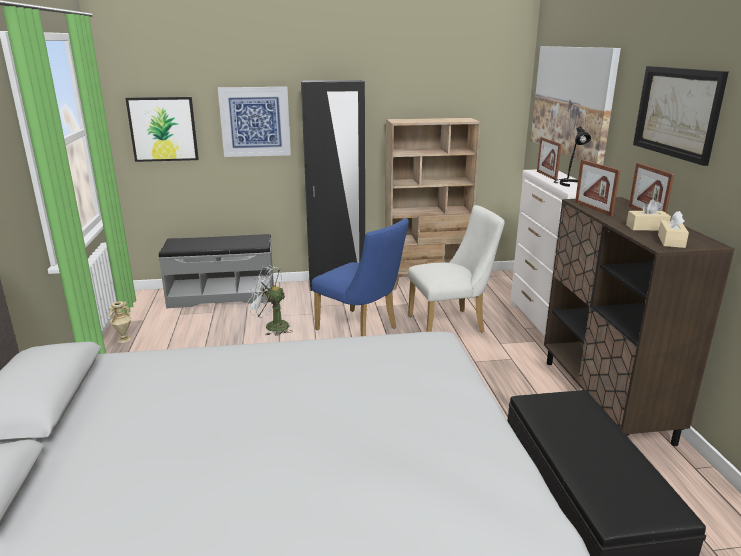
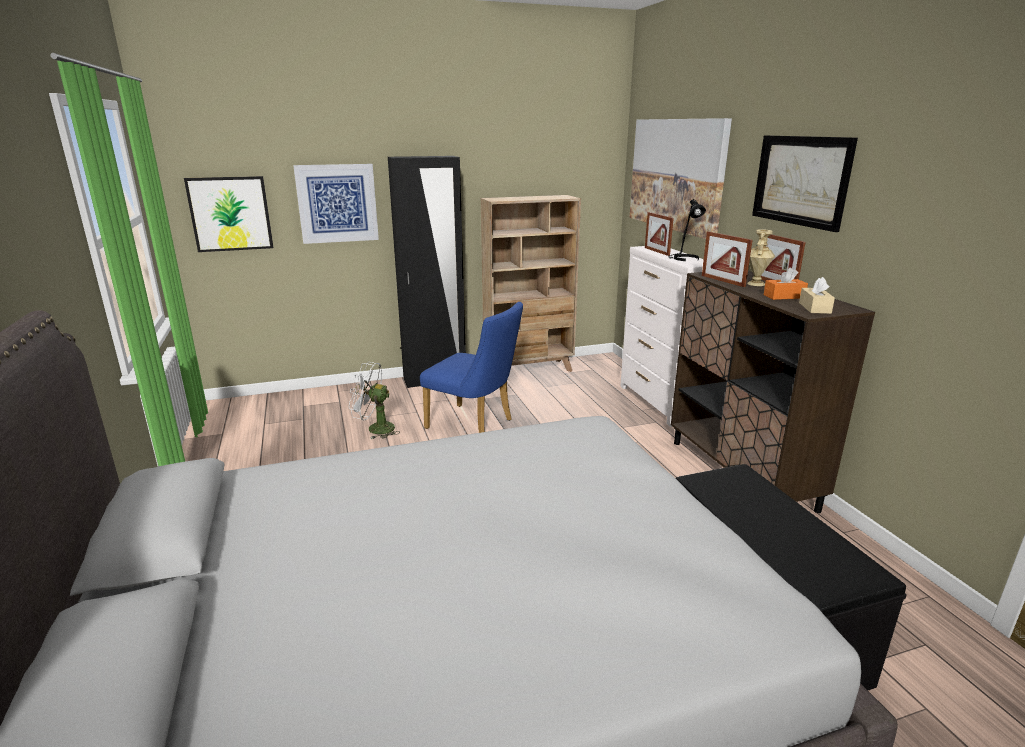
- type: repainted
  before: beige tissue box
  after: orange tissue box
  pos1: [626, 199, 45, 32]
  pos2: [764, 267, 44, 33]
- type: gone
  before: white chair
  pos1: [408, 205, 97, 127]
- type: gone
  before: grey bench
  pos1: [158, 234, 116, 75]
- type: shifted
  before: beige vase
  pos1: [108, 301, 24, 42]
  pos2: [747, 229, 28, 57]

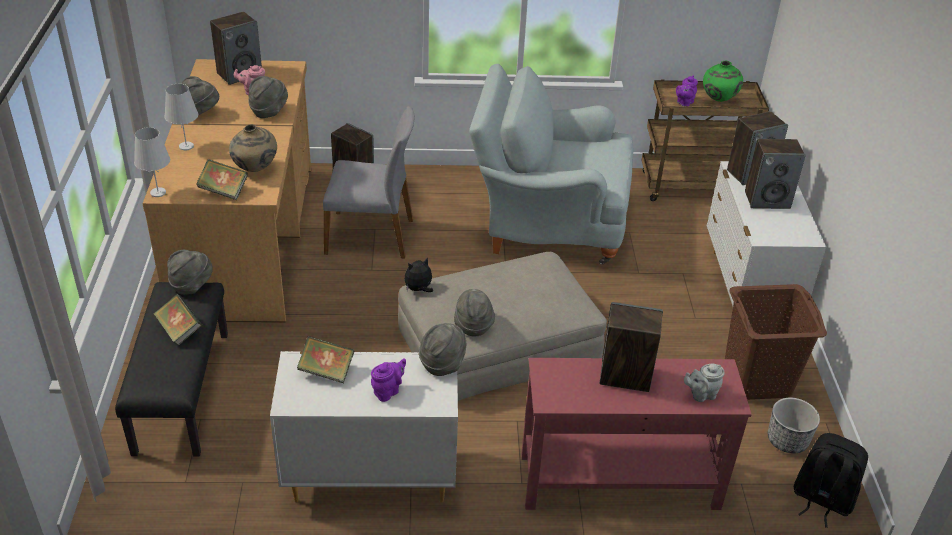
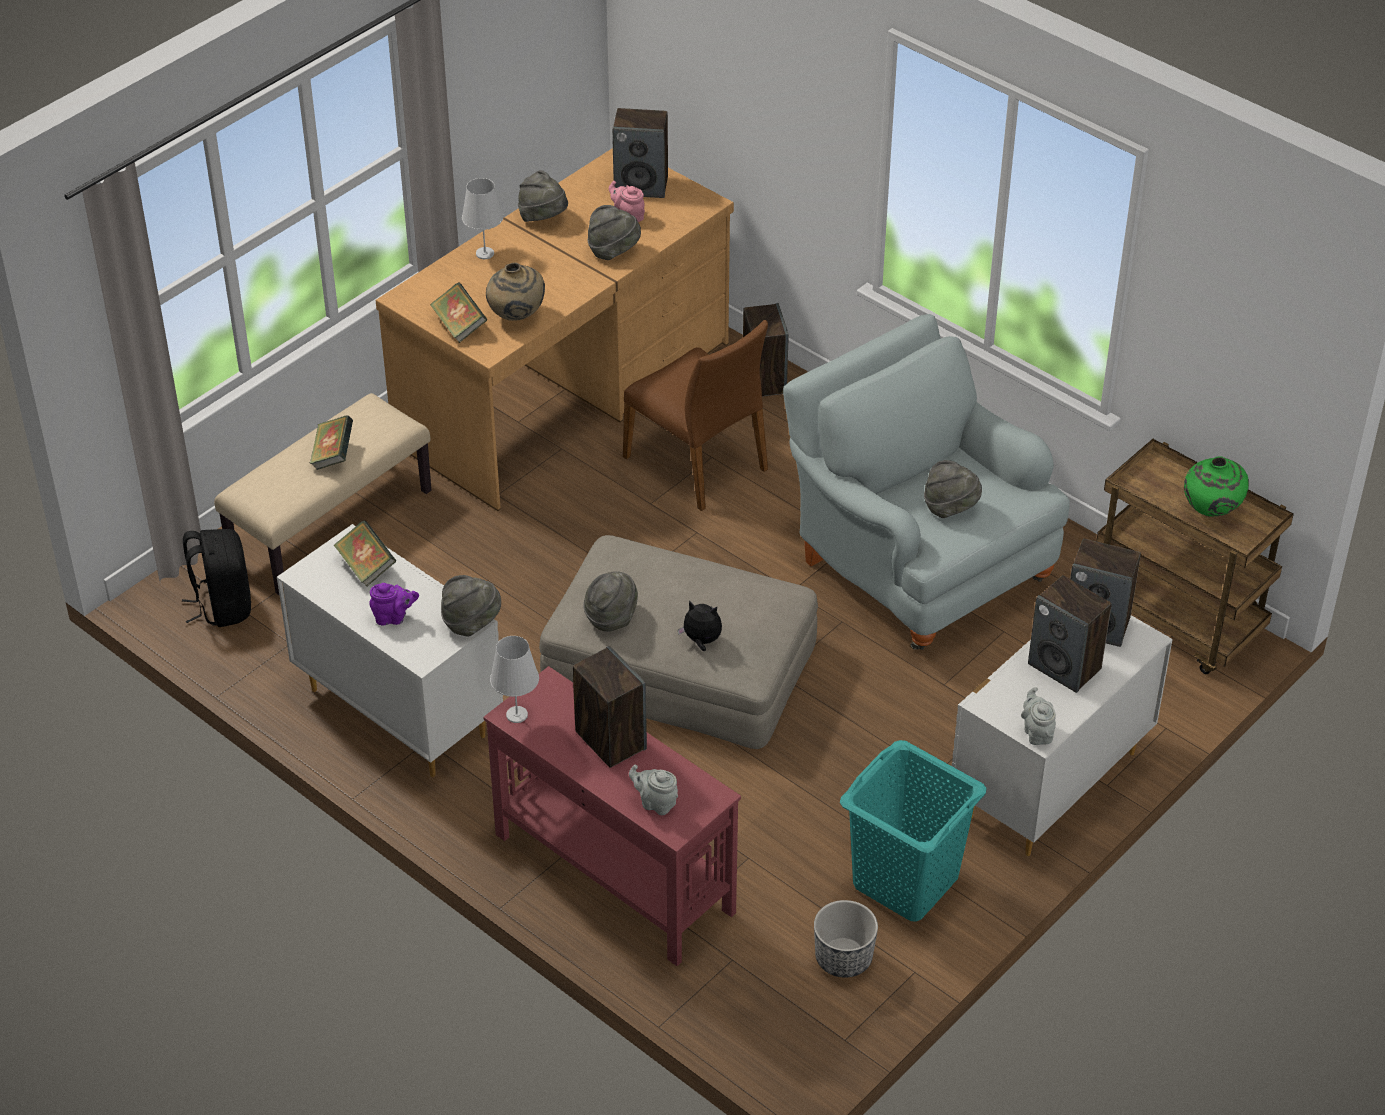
- type: gone
  before: purple teapot
  pos1: [676, 75, 22, 31]
- type: repainted
  before: grey chair
  after: brown chair
  pos1: [323, 106, 92, 153]
  pos2: [623, 320, 145, 191]
- type: shifted
  before: white table lamp
  pos1: [134, 127, 36, 70]
  pos2: [490, 636, 49, 87]
- type: shifted
  before: grey hat
  pos1: [167, 250, 46, 45]
  pos2: [924, 460, 58, 58]
- type: shifted
  before: plush toy
  pos1: [404, 257, 29, 35]
  pos2: [678, 601, 44, 50]
- type: repainted
  before: black bench
  after: beige bench
  pos1: [115, 282, 113, 174]
  pos2: [214, 393, 217, 203]
- type: repainted
  before: brown laundry basket
  after: turquoise laundry basket
  pos1: [725, 284, 102, 116]
  pos2: [840, 740, 147, 182]
- type: shifted
  before: black backpack
  pos1: [794, 433, 74, 95]
  pos2: [182, 529, 69, 98]
- type: new
  after: grey teapot
  pos2: [1021, 687, 35, 58]

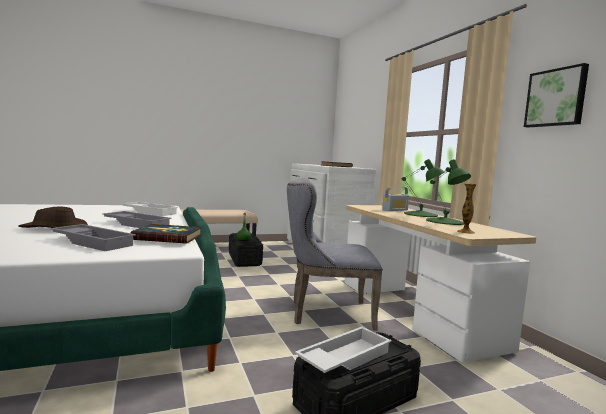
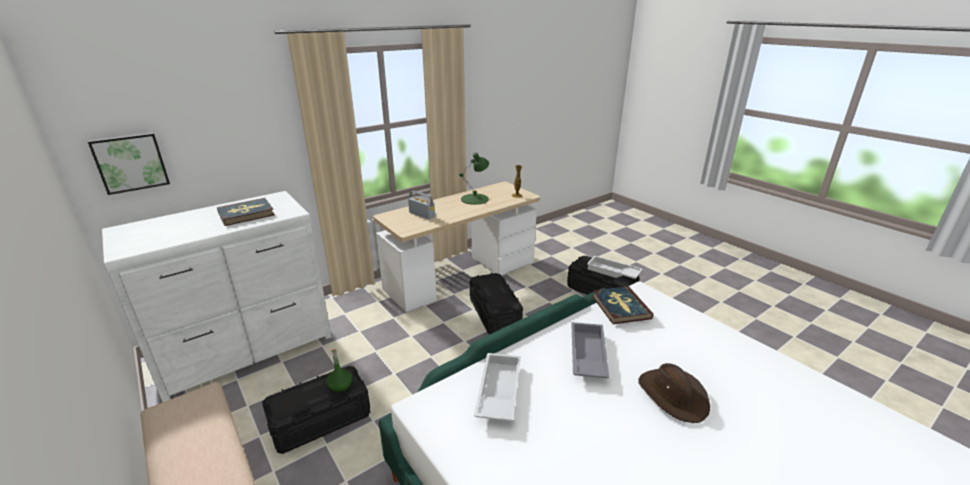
- type: shifted
  before: picture
  pos1: [524, 63, 65, 65]
  pos2: [88, 133, 82, 62]
- type: gone
  before: green table lamp
  pos1: [402, 159, 43, 58]
- type: swapped
  before: grey chair
  after: black storage box
  pos1: [287, 178, 96, 153]
  pos2: [470, 273, 53, 61]
- type: gone
  before: grey tray
  pos1: [50, 224, 86, 27]

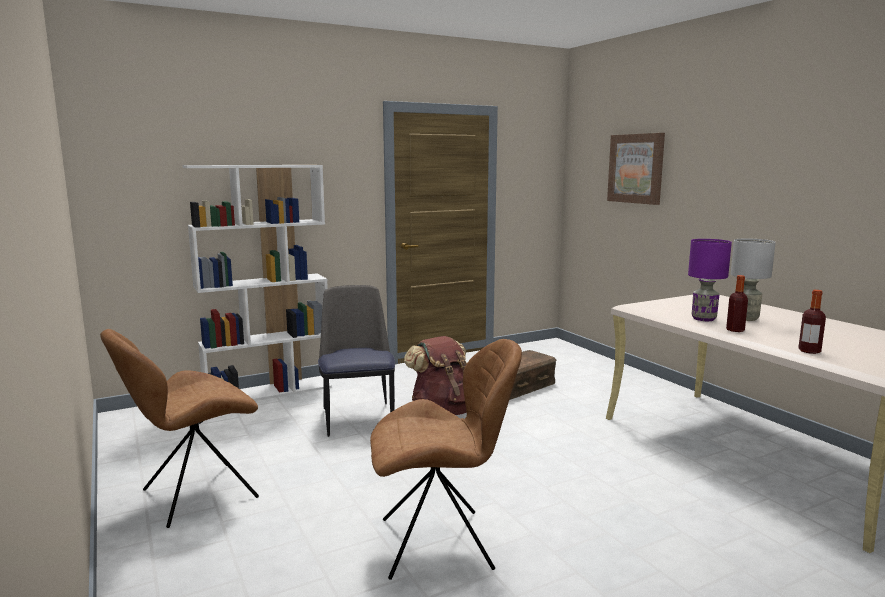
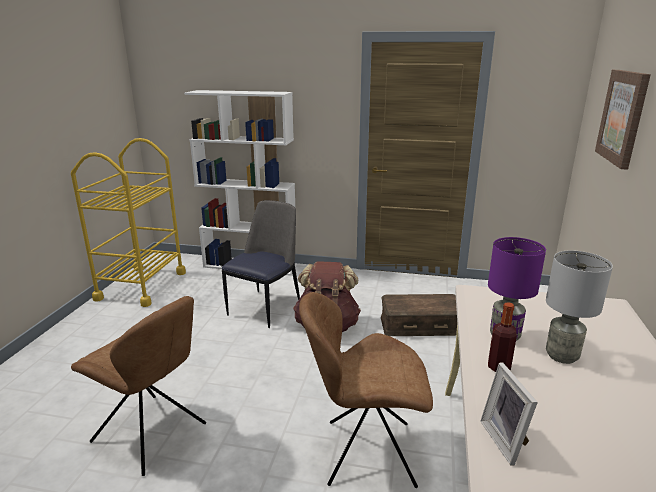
- type: swapped
  before: bottle
  after: picture frame
  pos1: [798, 290, 28, 64]
  pos2: [480, 363, 58, 103]
- type: shifted
  before: brown chair
  pos1: [100, 329, 159, 199]
  pos2: [299, 292, 134, 196]
- type: new
  after: yellow cart
  pos2: [71, 138, 115, 169]

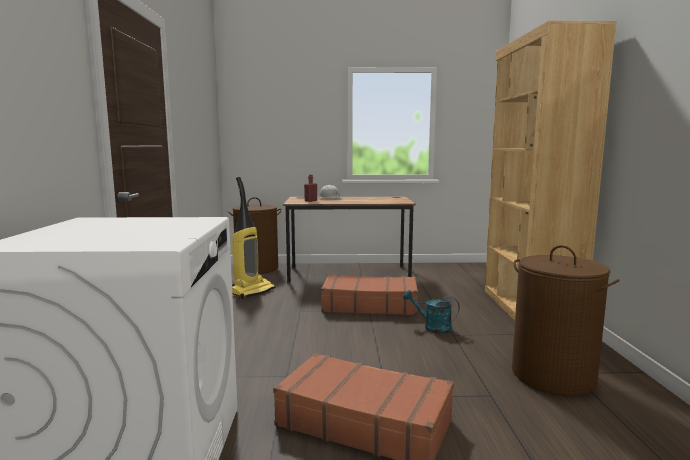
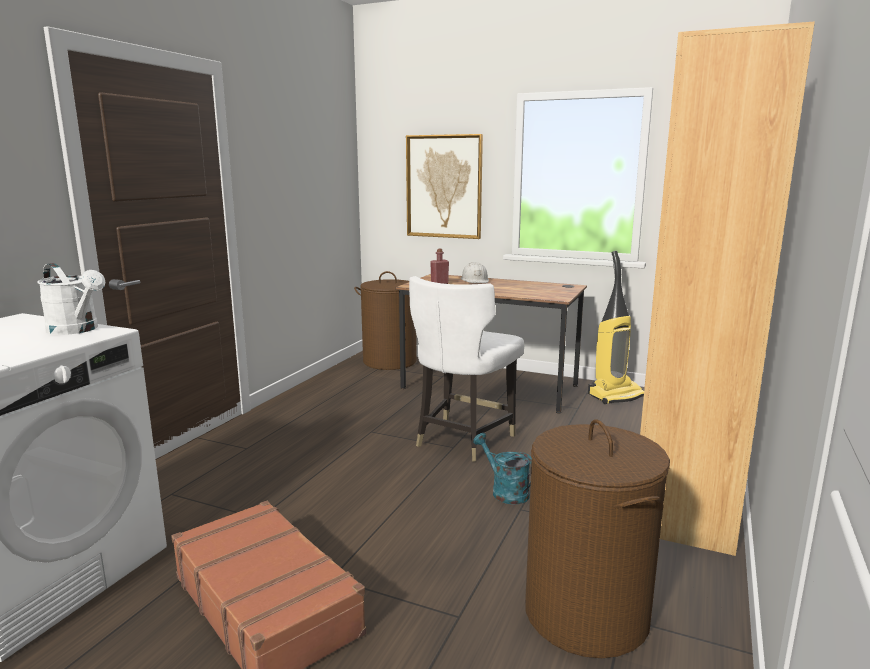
- type: shifted
  before: vacuum cleaner
  pos1: [232, 177, 43, 122]
  pos2: [588, 251, 56, 153]
- type: swapped
  before: brown suitcase
  after: white chair
  pos1: [321, 274, 97, 41]
  pos2: [409, 276, 115, 186]
- type: new
  after: picture
  pos2: [406, 134, 77, 105]
- type: new
  after: white watering can
  pos2: [38, 263, 67, 72]

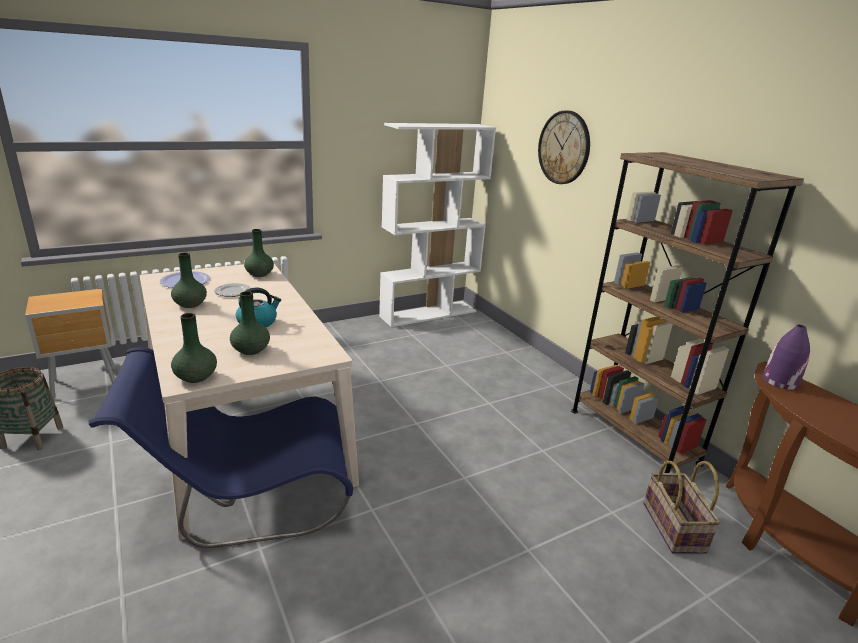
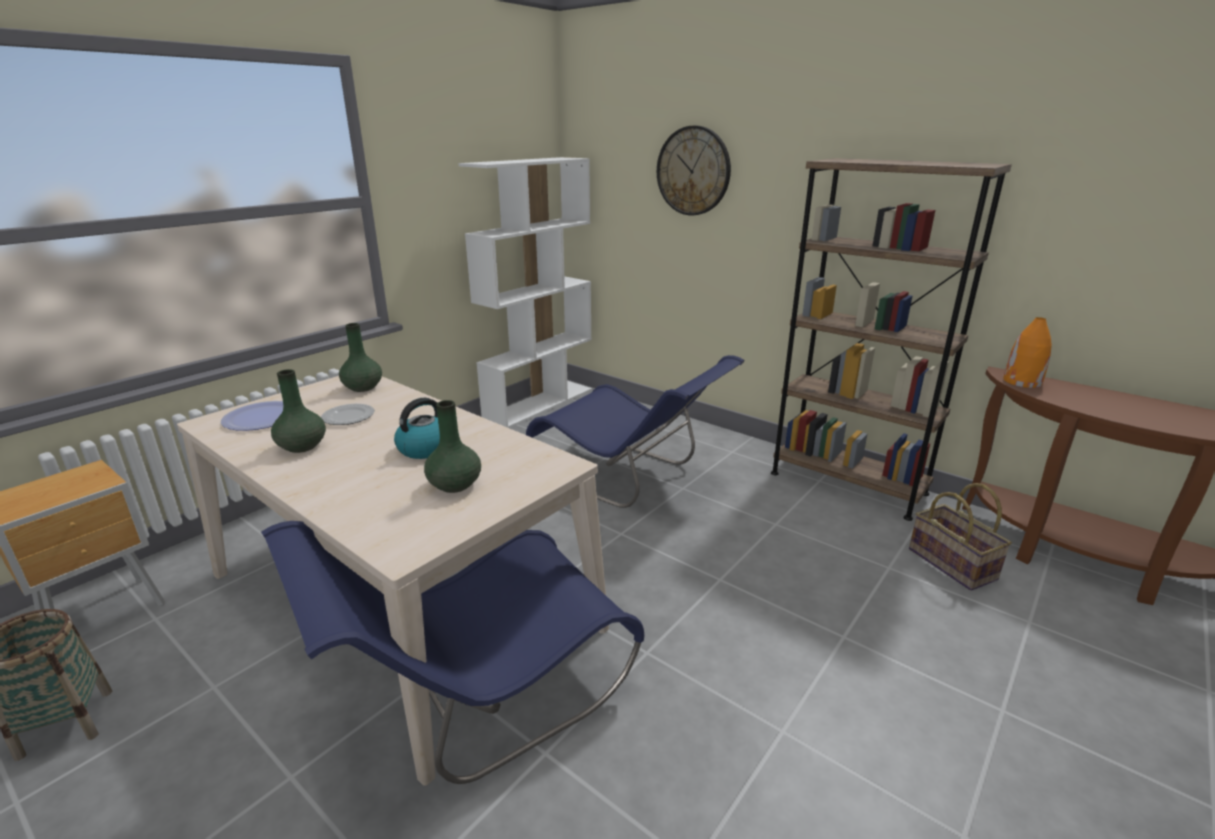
- type: gone
  before: green vase
  pos1: [171, 313, 46, 70]
- type: repainted
  before: purple vase
  after: orange vase
  pos1: [763, 324, 47, 66]
  pos2: [1003, 317, 49, 71]
- type: new
  after: blue chair
  pos2: [526, 355, 218, 153]

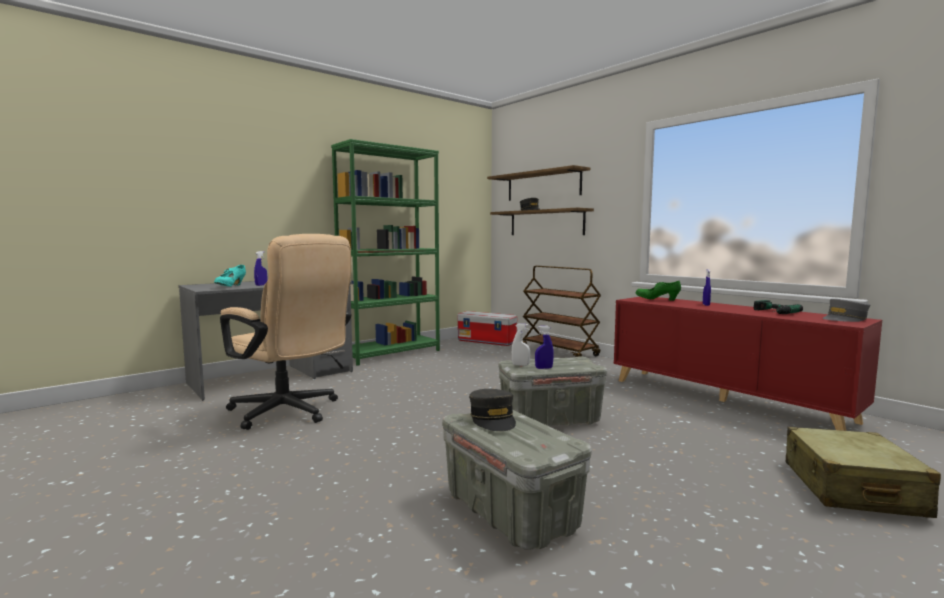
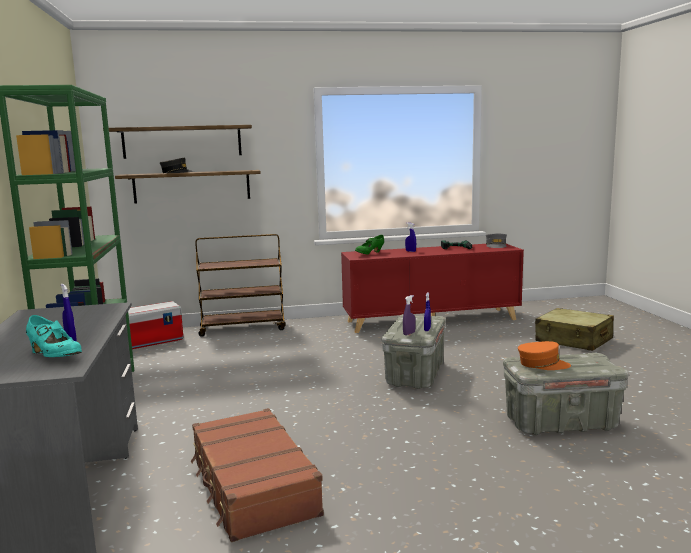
- type: swapped
  before: beige office chair
  after: brown suitcase
  pos1: [220, 234, 131, 196]
  pos2: [191, 408, 133, 134]
- type: repainted
  before: white spray bottle
  after: purple spray bottle
  pos1: [512, 323, 18, 43]
  pos2: [403, 295, 13, 40]
- type: repainted
  before: grey cap
  after: orange cap
  pos1: [469, 389, 47, 42]
  pos2: [518, 341, 53, 29]

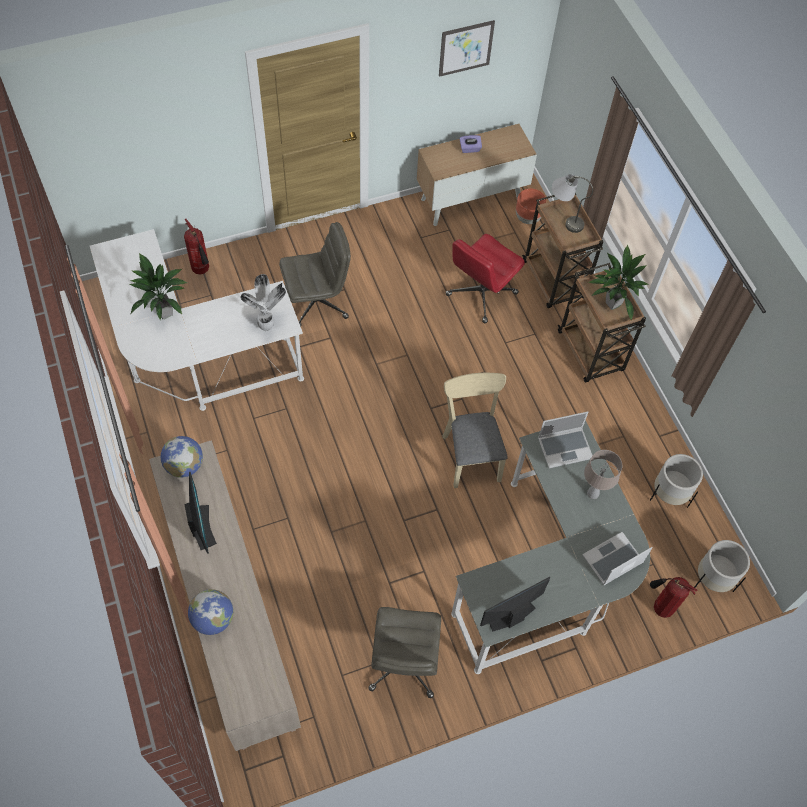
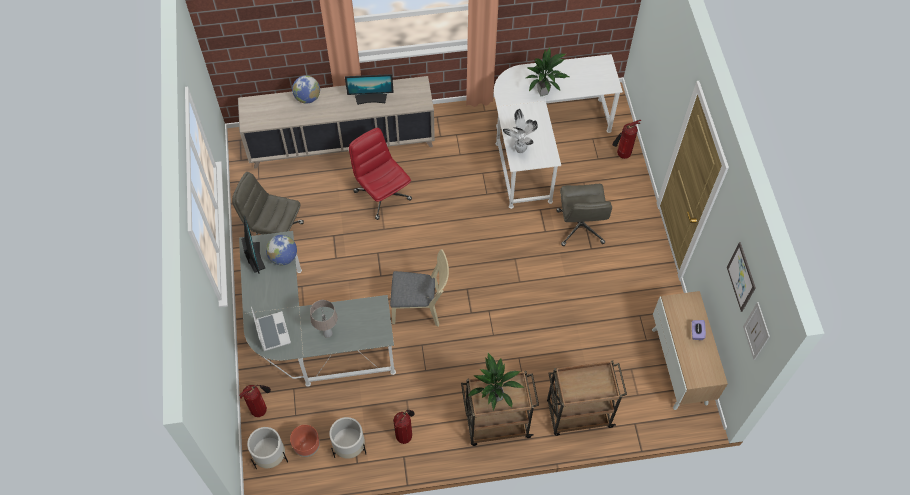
- type: gone
  before: grey table lamp
  pos1: [552, 174, 41, 59]
- type: shifted
  before: brown planter
  pos1: [516, 189, 30, 35]
  pos2: [290, 425, 30, 32]
- type: shifted
  before: red office chair
  pos1: [445, 234, 80, 89]
  pos2: [349, 128, 63, 92]
- type: gone
  before: laptop
  pos1: [538, 412, 54, 56]
- type: shifted
  before: globe
  pos1: [161, 436, 42, 42]
  pos2: [266, 235, 31, 30]
- type: new
  after: picture
  pos2: [743, 302, 27, 58]
- type: new
  after: fire extinguisher
  pos2: [393, 410, 22, 34]

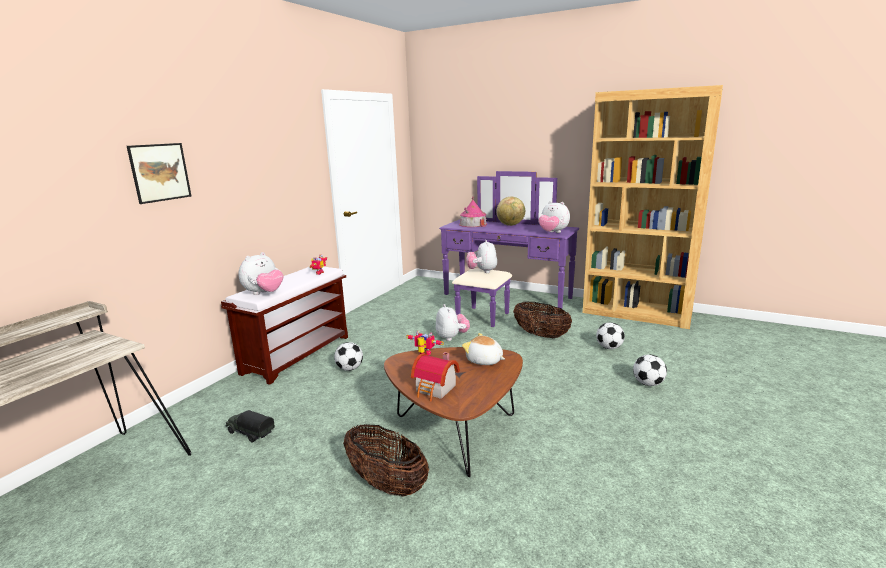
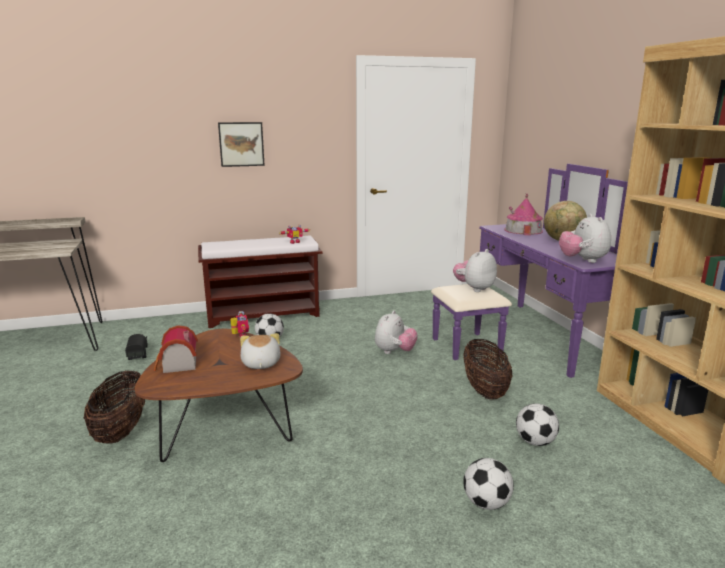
- type: shifted
  before: picture
  pos1: [127, 143, 64, 61]
  pos2: [218, 122, 47, 45]
- type: gone
  before: plush toy
  pos1: [238, 252, 45, 43]

